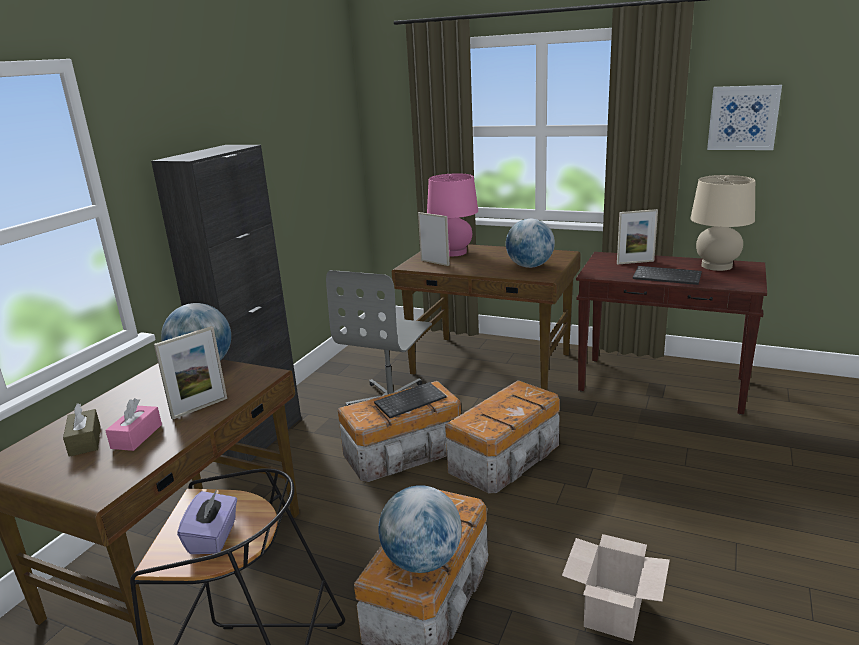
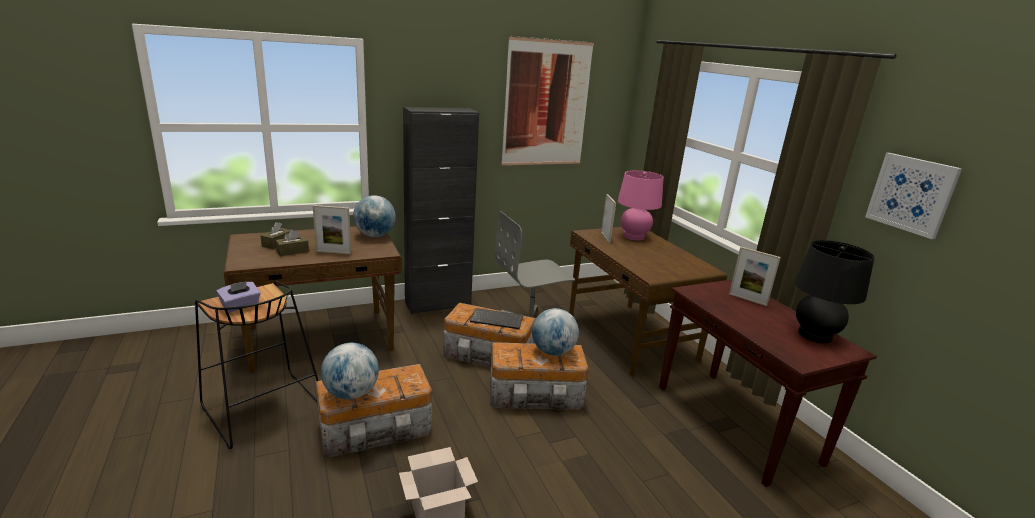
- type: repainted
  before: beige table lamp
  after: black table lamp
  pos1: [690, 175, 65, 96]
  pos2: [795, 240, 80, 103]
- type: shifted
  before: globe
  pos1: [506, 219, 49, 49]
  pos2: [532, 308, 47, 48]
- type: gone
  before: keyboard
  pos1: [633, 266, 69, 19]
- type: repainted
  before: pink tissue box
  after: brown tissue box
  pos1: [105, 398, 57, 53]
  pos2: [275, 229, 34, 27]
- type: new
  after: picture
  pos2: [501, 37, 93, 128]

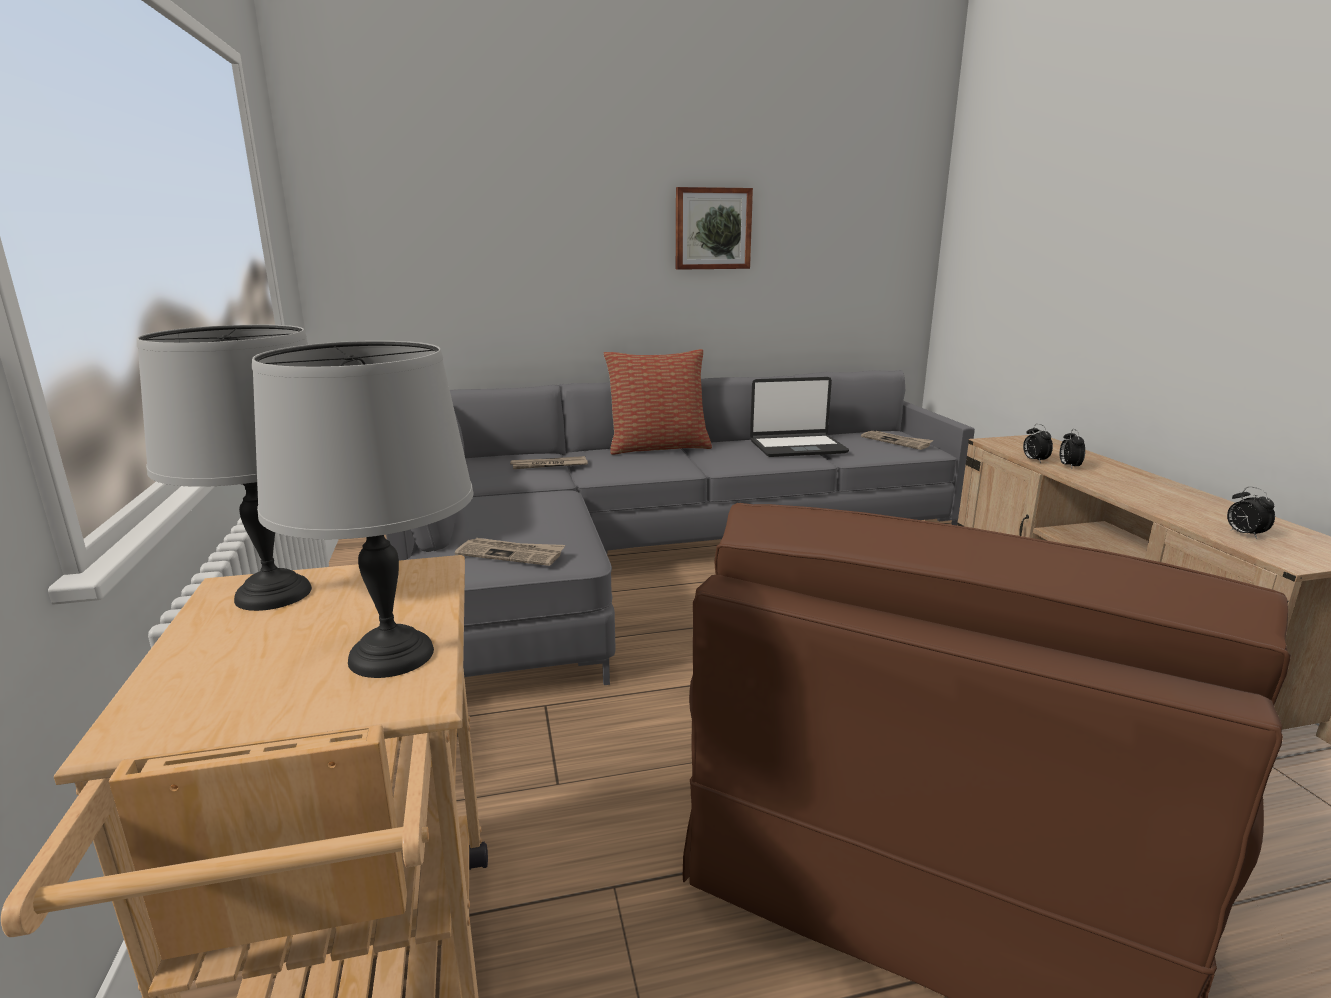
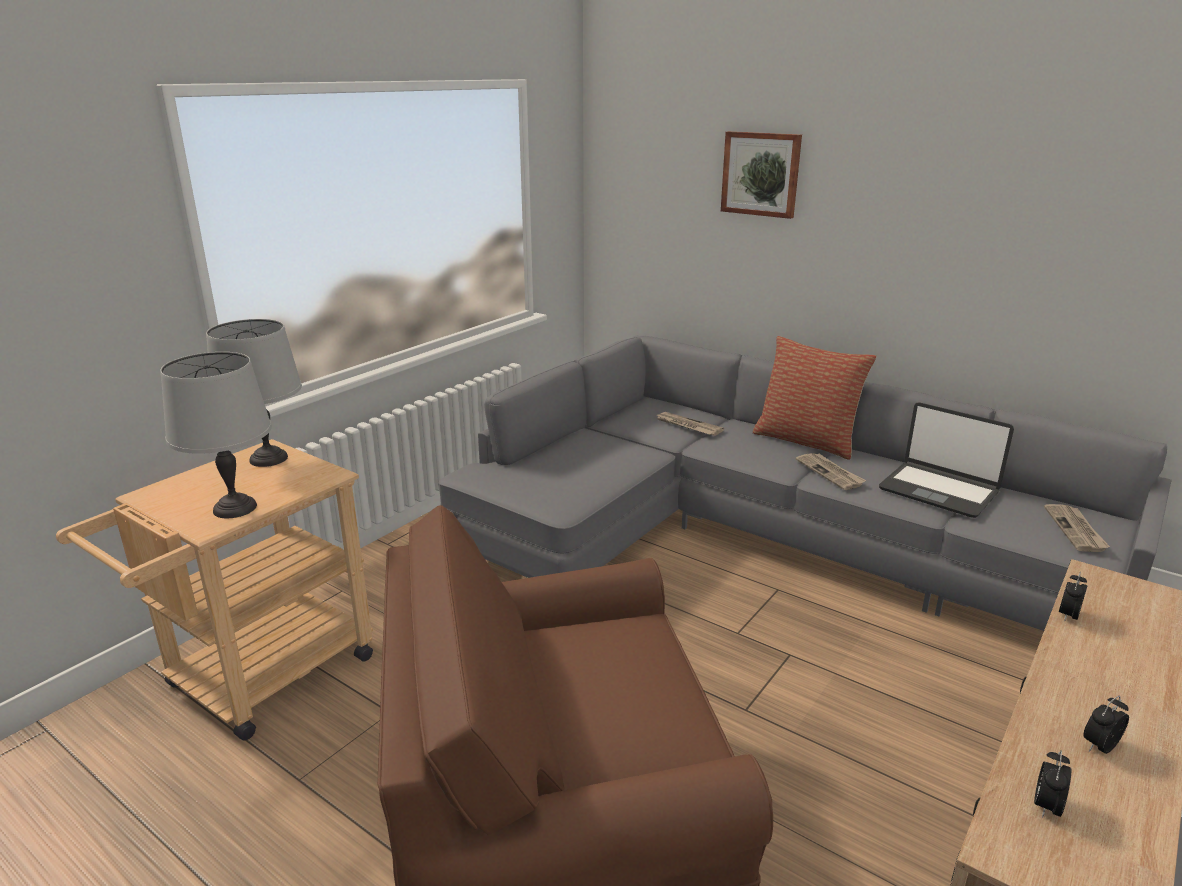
- type: shifted
  before: picture
  pos1: [676, 187, 77, 83]
  pos2: [721, 131, 81, 88]
- type: shifted
  before: alarm clock
  pos1: [1060, 429, 25, 40]
  pos2: [1083, 696, 46, 58]
- type: shifted
  before: newspaper
  pos1: [455, 538, 110, 28]
  pos2: [796, 453, 70, 37]

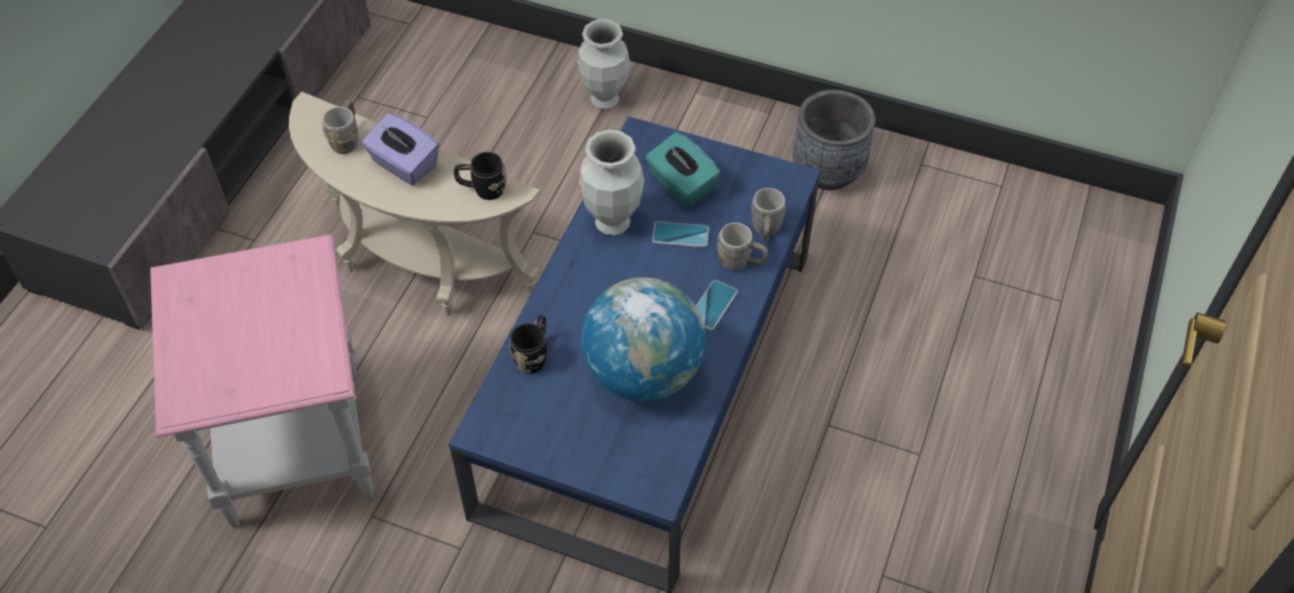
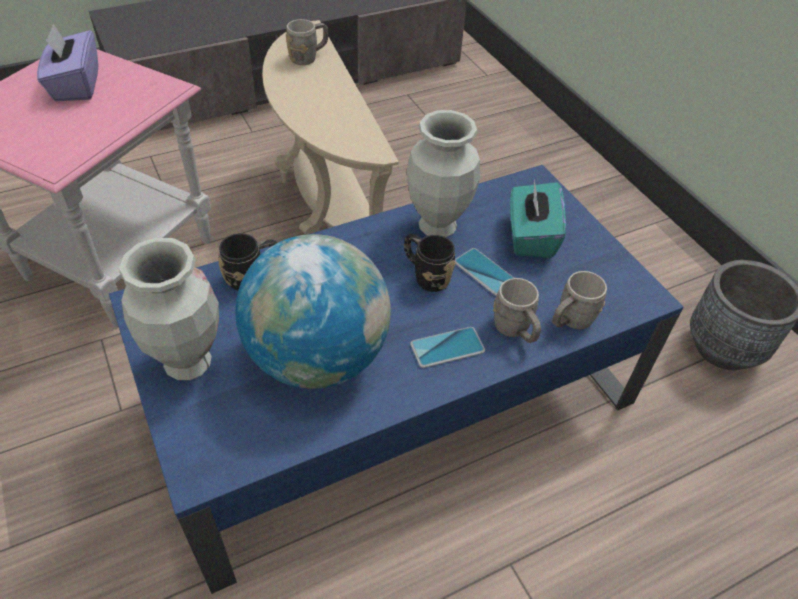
- type: shifted
  before: vase
  pos1: [577, 19, 53, 90]
  pos2: [119, 238, 100, 142]
- type: shifted
  before: purple tissue box
  pos1: [362, 113, 77, 72]
  pos2: [37, 24, 61, 77]
- type: shifted
  before: black mug
  pos1: [454, 152, 53, 48]
  pos2: [404, 234, 51, 58]

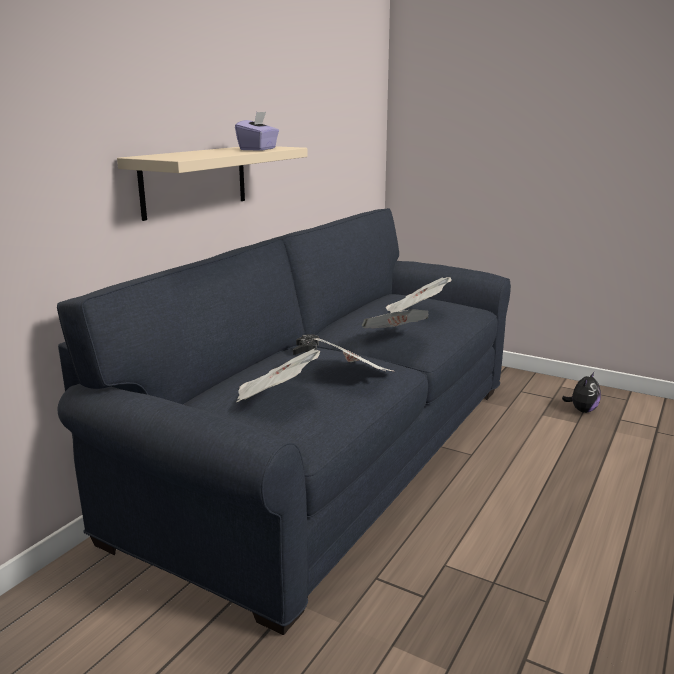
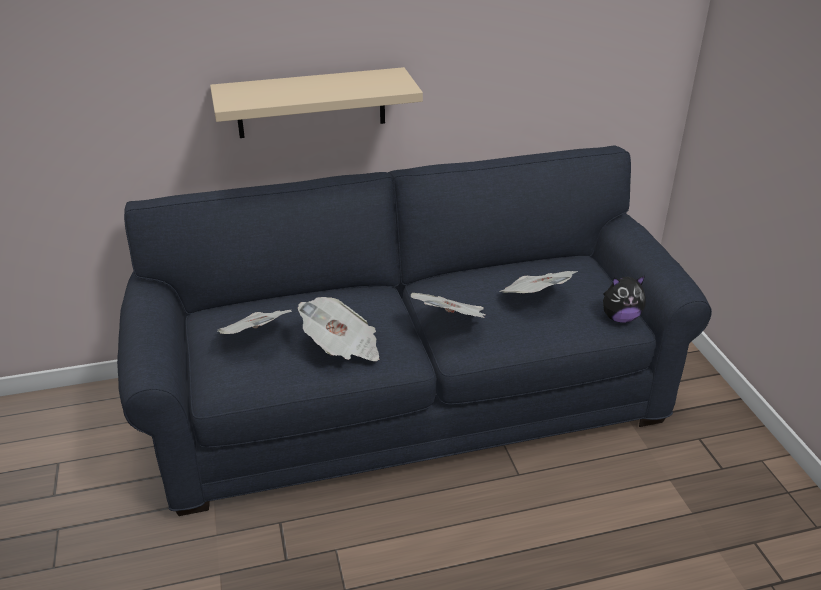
- type: gone
  before: purple tissue box
  pos1: [235, 112, 44, 39]
- type: gone
  before: black game controller
  pos1: [293, 334, 26, 21]
- type: shifted
  before: plush toy
  pos1: [562, 372, 39, 41]
  pos2: [603, 276, 42, 47]

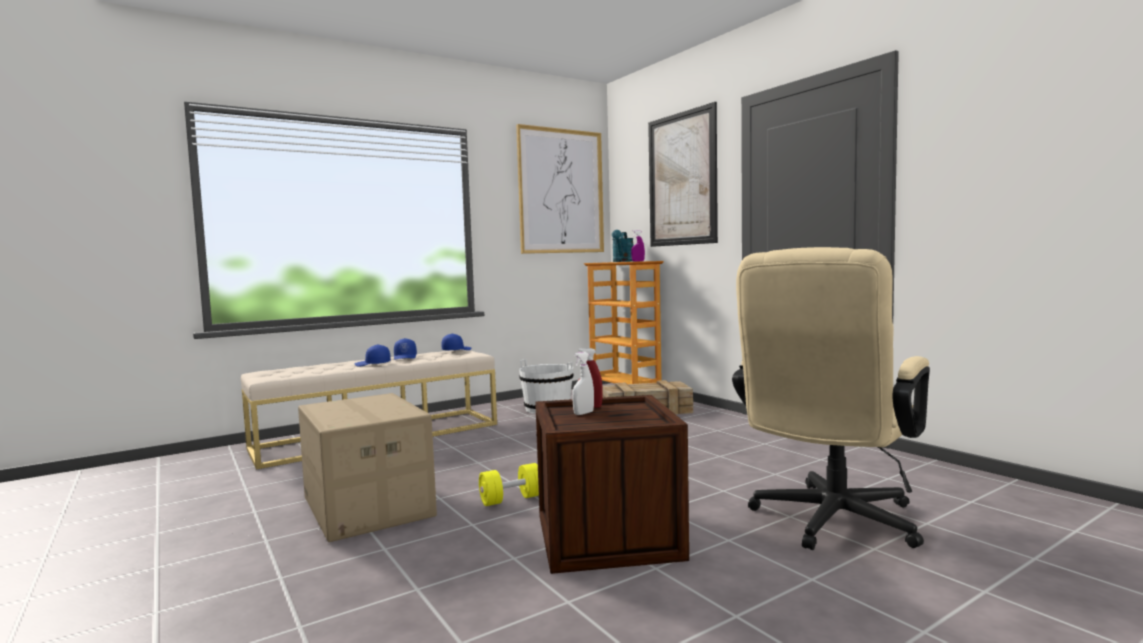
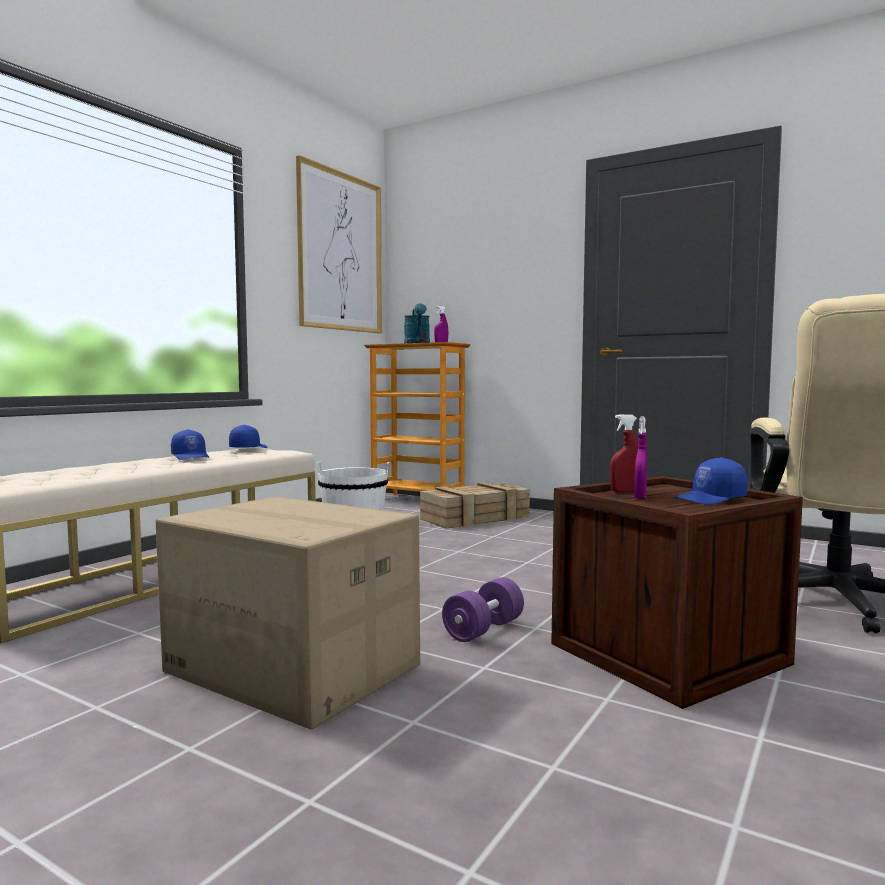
- type: gone
  before: picture
  pos1: [648, 102, 70, 145]
- type: shifted
  before: blue cap
  pos1: [355, 345, 36, 21]
  pos2: [675, 457, 72, 48]
- type: repainted
  before: white spray bottle
  after: purple spray bottle
  pos1: [572, 352, 22, 63]
  pos2: [634, 416, 13, 83]
- type: repainted
  before: yellow dumbbell
  after: purple dumbbell
  pos1: [479, 463, 60, 43]
  pos2: [442, 577, 82, 65]

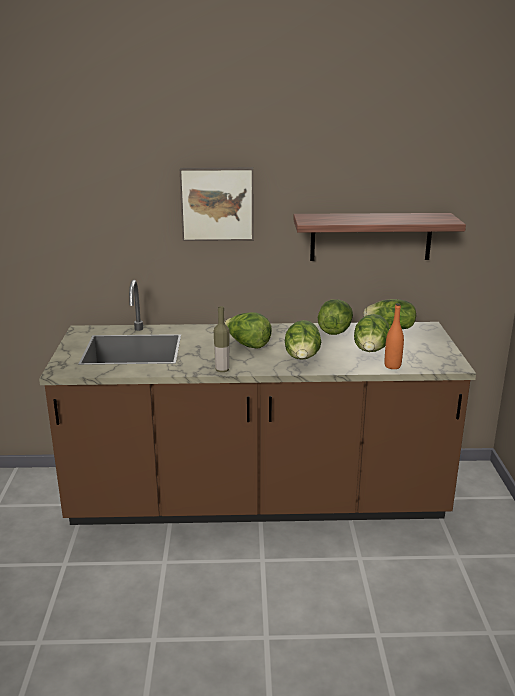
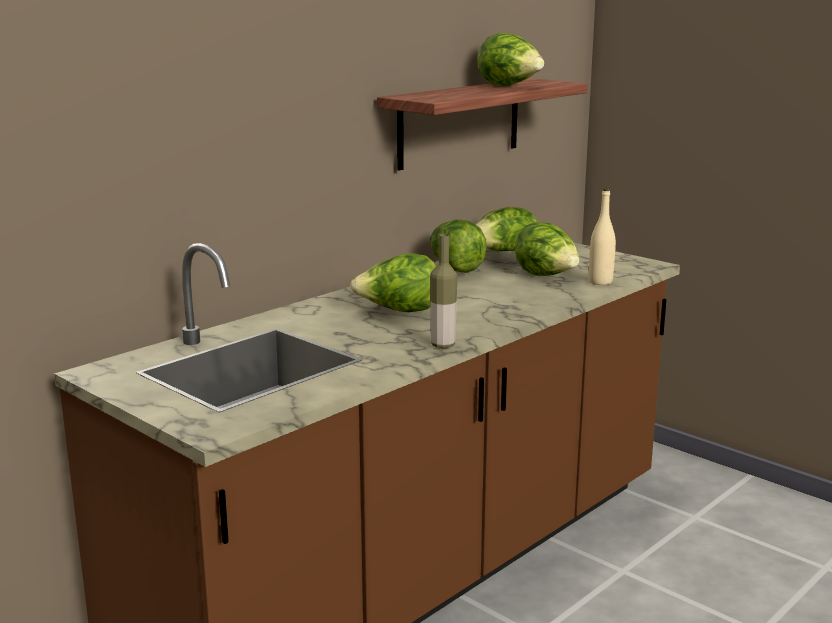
- type: gone
  before: picture
  pos1: [180, 167, 73, 74]
- type: repainted
  before: orange bottle
  after: beige bottle
  pos1: [385, 303, 19, 66]
  pos2: [589, 188, 27, 97]
- type: shifted
  before: lettuce
  pos1: [285, 320, 36, 40]
  pos2: [477, 33, 67, 53]

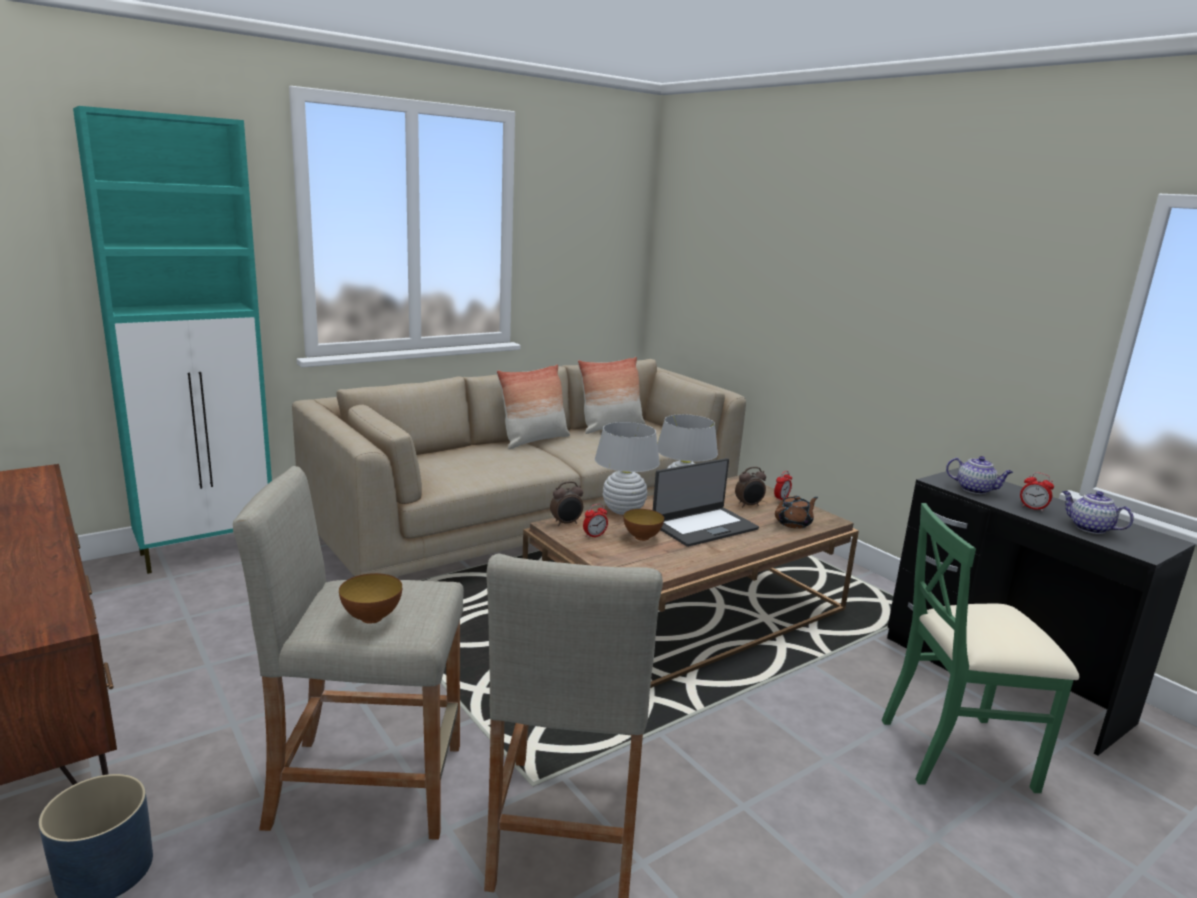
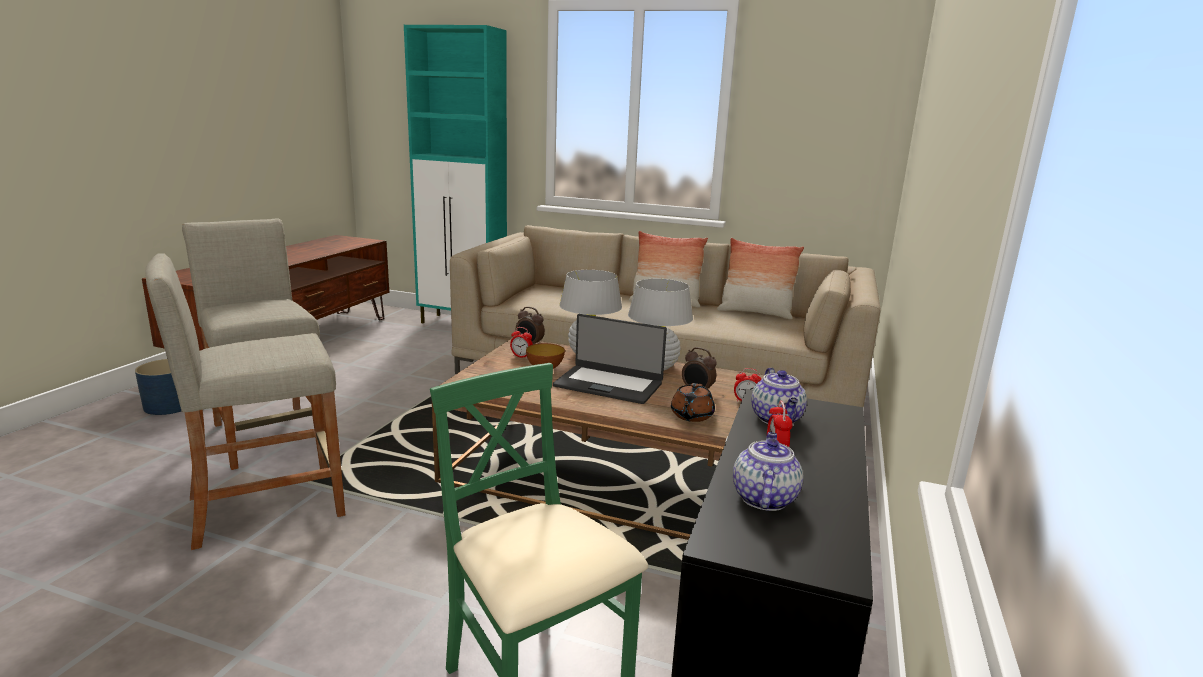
- type: rotated
  before: brown teapot
  pos1: [775, 496, 43, 33]
  pos2: [671, 383, 44, 39]
  turn: 90
- type: gone
  before: bowl
  pos1: [339, 573, 63, 51]

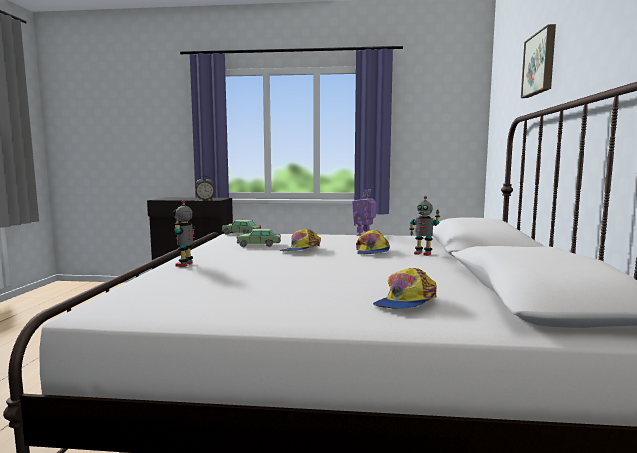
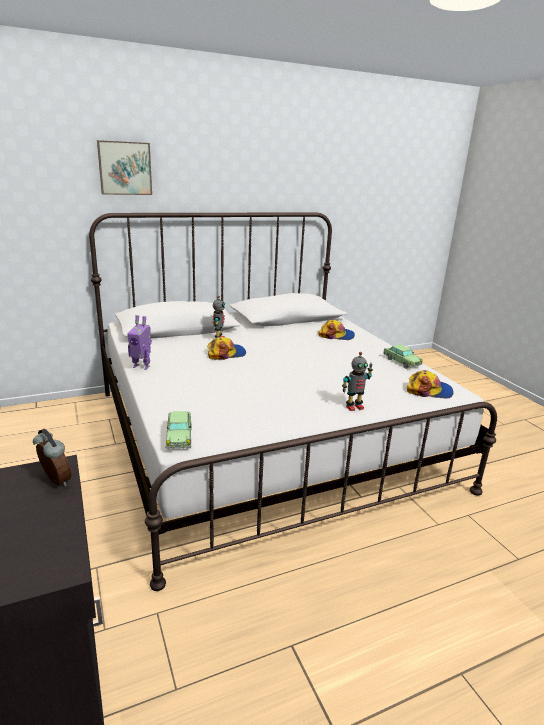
- type: shifted
  before: toy car
  pos1: [237, 229, 44, 18]
  pos2: [383, 344, 40, 25]
- type: shifted
  before: cap
  pos1: [279, 229, 42, 22]
  pos2: [407, 370, 47, 29]

